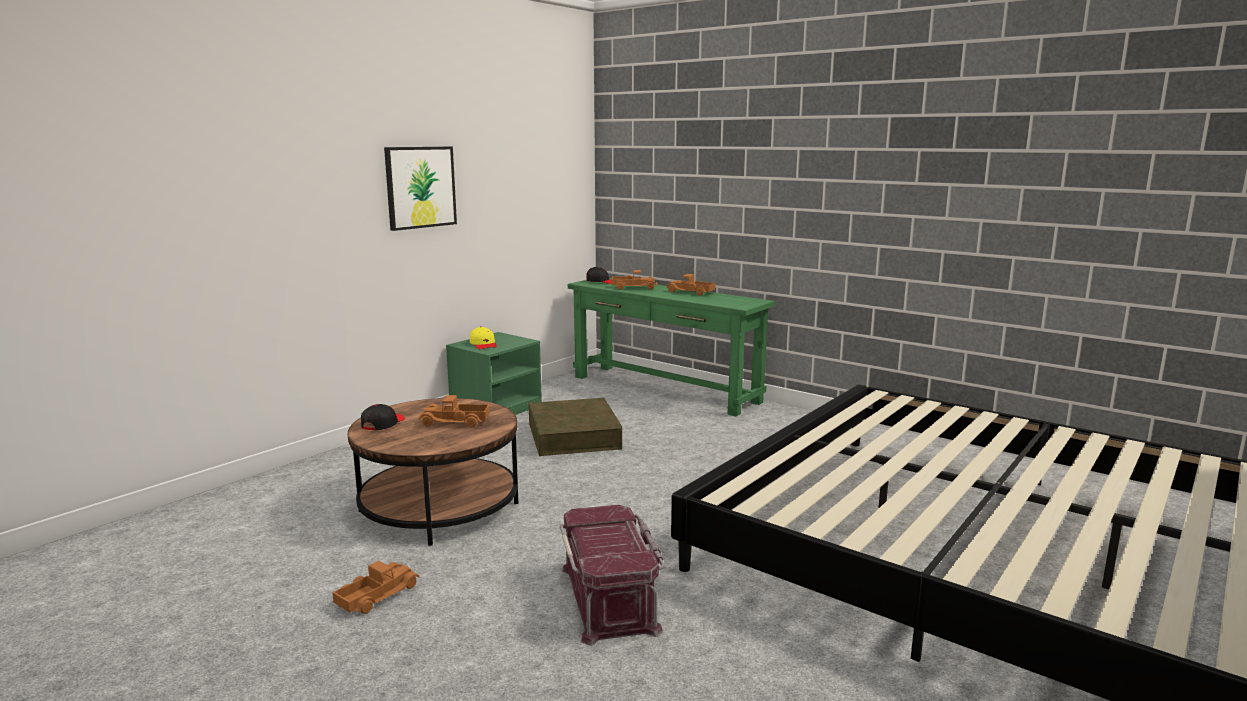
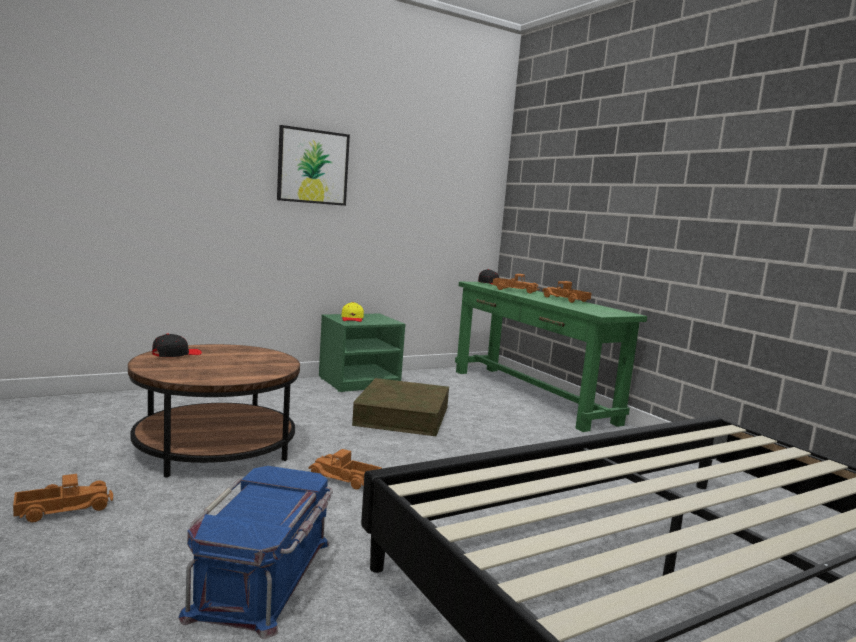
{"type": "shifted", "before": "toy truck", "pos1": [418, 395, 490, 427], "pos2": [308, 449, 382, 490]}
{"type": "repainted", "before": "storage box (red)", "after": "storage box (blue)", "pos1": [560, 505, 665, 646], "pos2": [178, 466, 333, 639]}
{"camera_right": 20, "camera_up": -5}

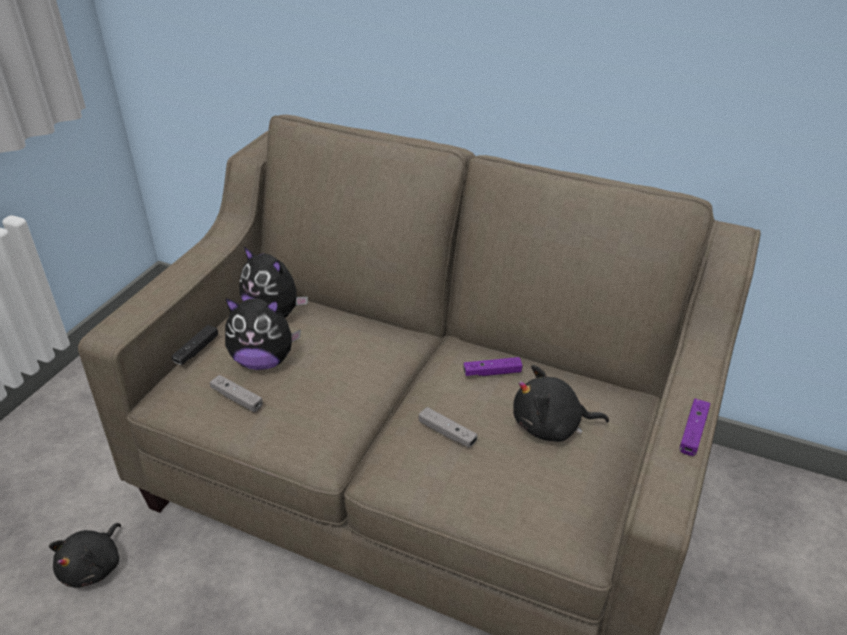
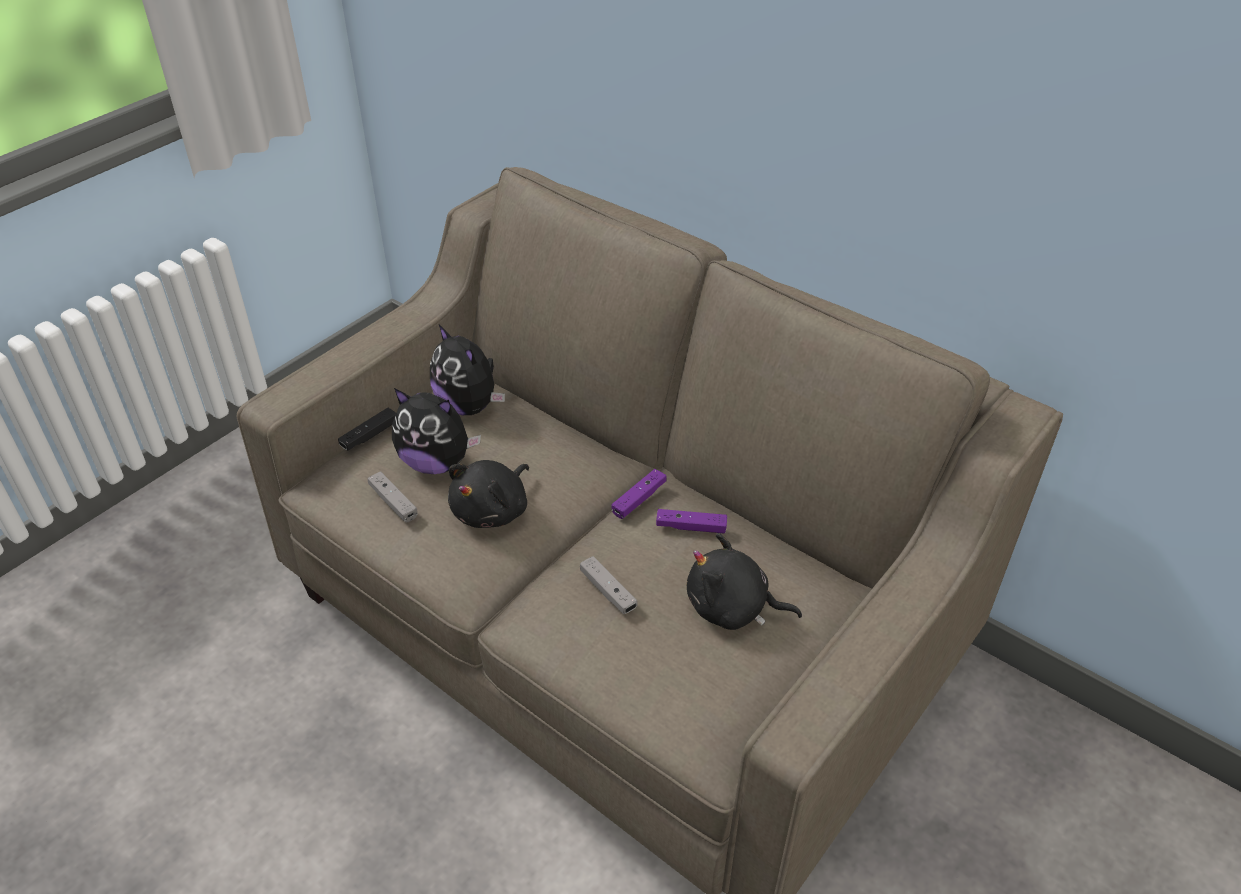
{"type": "shifted", "before": "plush toy (black)", "pos1": [49, 523, 121, 588], "pos2": [448, 460, 529, 528]}
{"type": "shifted", "before": "game controller (purple)", "pos1": [679, 399, 710, 456], "pos2": [612, 469, 667, 519]}
{"camera_right": 15, "camera_up": 5}

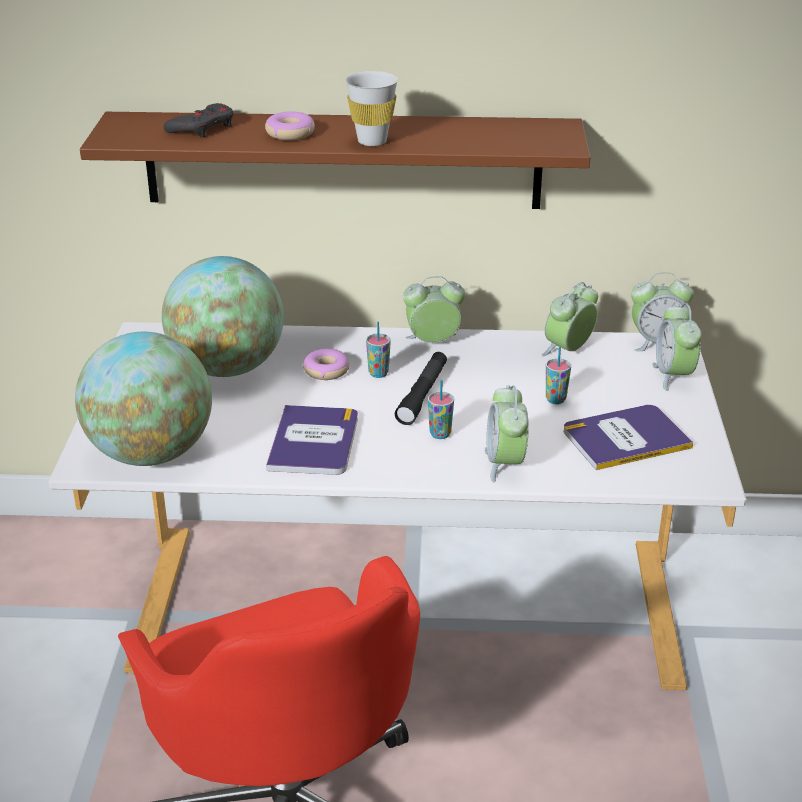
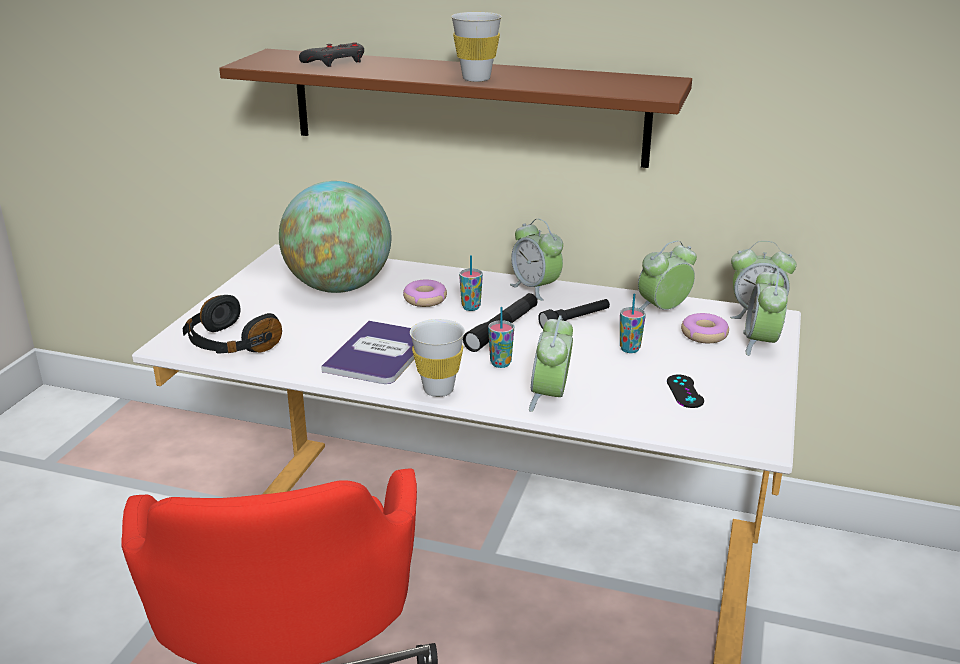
{"type": "new", "after": "cup (white)", "pos2": [410, 319, 465, 397]}
{"type": "new", "after": "flashlight (black)", "pos2": [538, 299, 610, 329]}
{"type": "shifted", "before": "donut", "pos1": [265, 111, 315, 140], "pos2": [681, 313, 729, 343]}
{"type": "swapped", "before": "globe", "after": "headphones (black)", "pos1": [75, 332, 212, 466], "pos2": [183, 295, 282, 354]}
{"type": "swapped", "before": "book", "after": "game controller (black)", "pos1": [564, 405, 693, 470], "pos2": [667, 375, 704, 408]}
{"type": "rotated", "before": "alarm clock", "pos1": [403, 276, 465, 343], "pos2": [510, 219, 563, 301], "turn": -135}
{"camera_right": 15, "camera_up": -5}

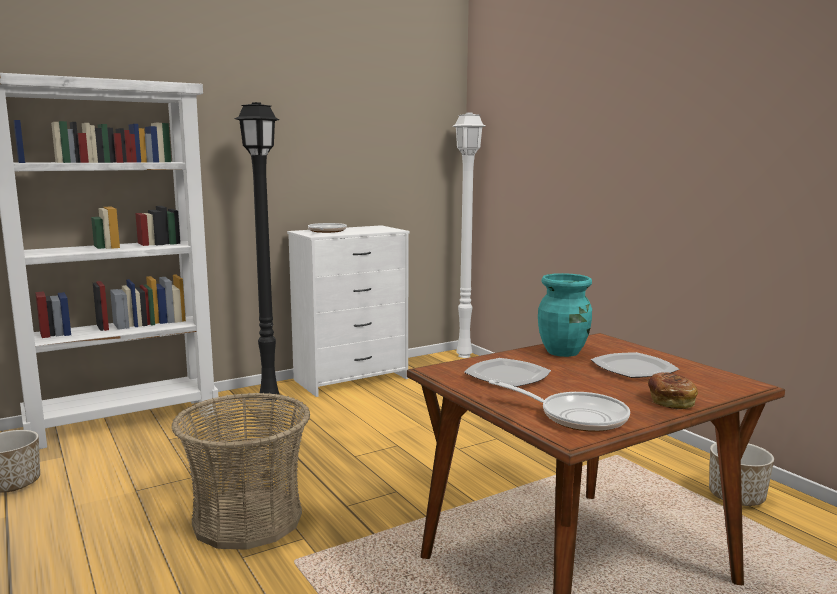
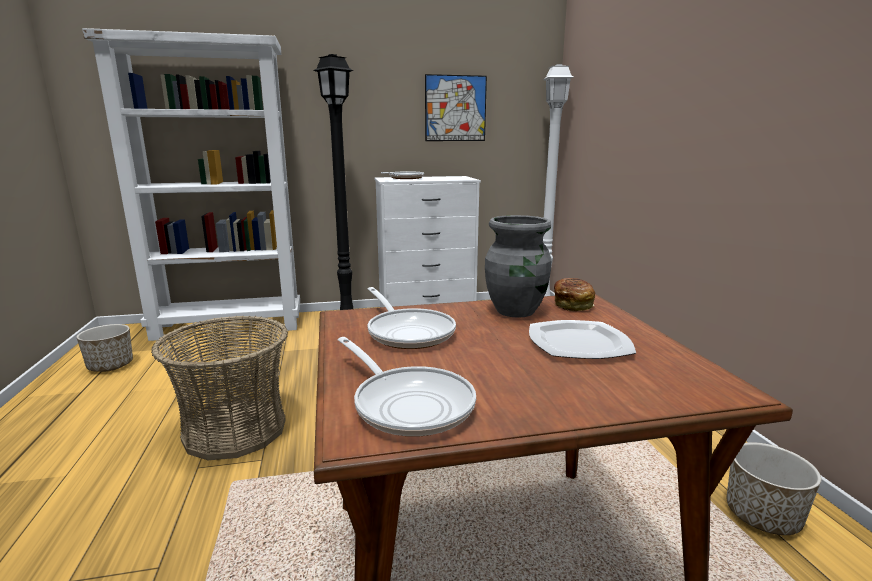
{"type": "new", "after": "picture", "pos2": [425, 74, 487, 141]}
{"type": "shifted", "before": "bread", "pos1": [648, 372, 698, 410], "pos2": [554, 278, 595, 311]}
{"type": "swapped", "before": "plate", "after": "frying pan", "pos1": [464, 358, 551, 387], "pos2": [367, 287, 456, 349]}
{"type": "repainted", "before": "vase (turquoise)", "after": "vase (grey)", "pos1": [538, 273, 592, 357], "pos2": [485, 215, 551, 318]}
{"camera_right": 20, "camera_up": 5}

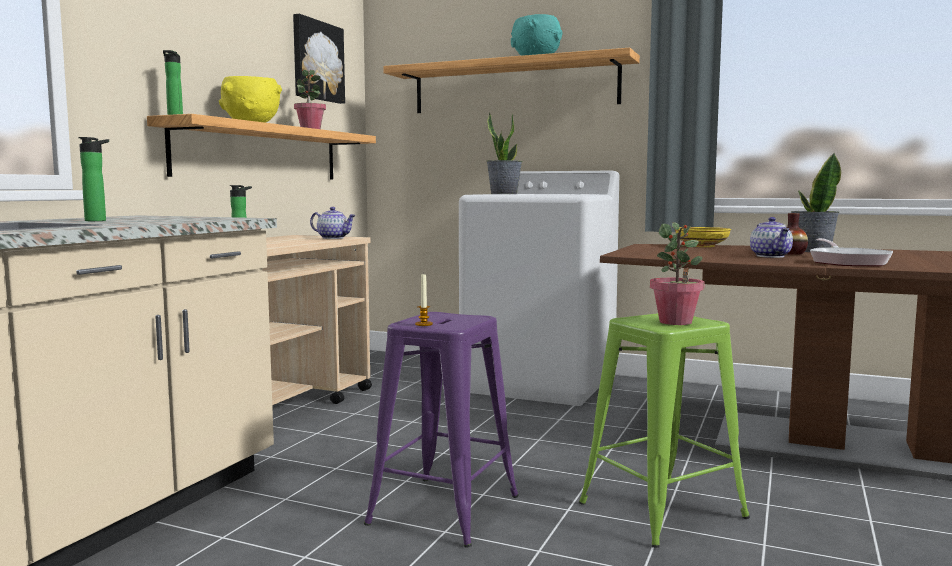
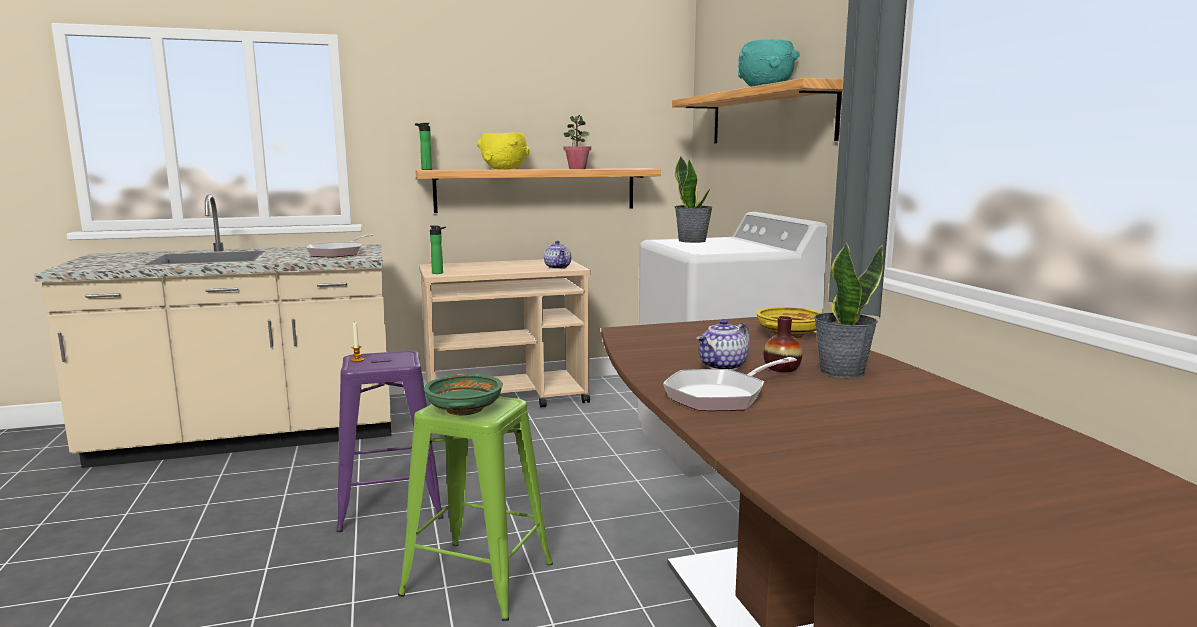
{"type": "gone", "before": "bottle", "pos1": [78, 137, 109, 221]}
{"type": "gone", "before": "picture", "pos1": [293, 14, 345, 104]}
{"type": "new", "after": "frying pan", "pos2": [306, 234, 373, 258]}
{"type": "swapped", "before": "potted plant", "after": "bowl (green)", "pos1": [650, 222, 705, 325], "pos2": [424, 374, 503, 415]}
{"camera_right": 50, "camera_up": 5}

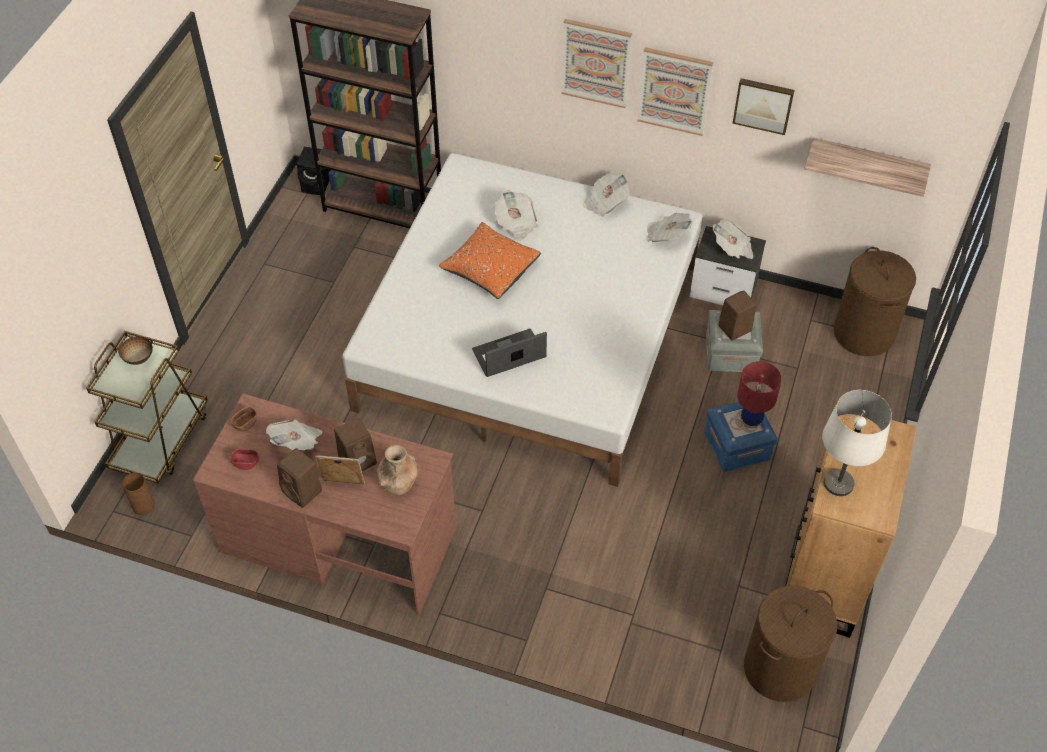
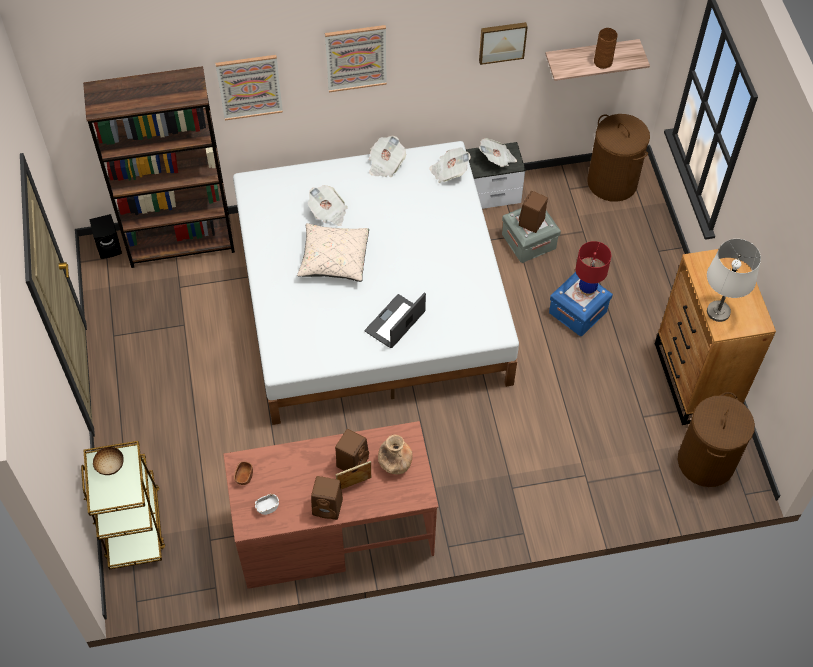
{"type": "gone", "before": "newspaper", "pos1": [266, 420, 323, 450]}
{"type": "shifted", "before": "vase (brown)", "pos1": [122, 473, 155, 515], "pos2": [594, 28, 617, 69]}
{"type": "shifted", "before": "picture", "pos1": [638, 47, 713, 136], "pos2": [215, 55, 283, 121]}
{"type": "repainted", "before": "bowl (red)", "after": "bowl (white)", "pos1": [230, 449, 259, 470], "pos2": [255, 494, 279, 515]}
{"type": "repainted", "before": "pillow (orange)", "after": "pillow (beige)", "pos1": [439, 222, 541, 299], "pos2": [297, 223, 369, 282]}
{"camera_right": -30, "camera_up": 5}

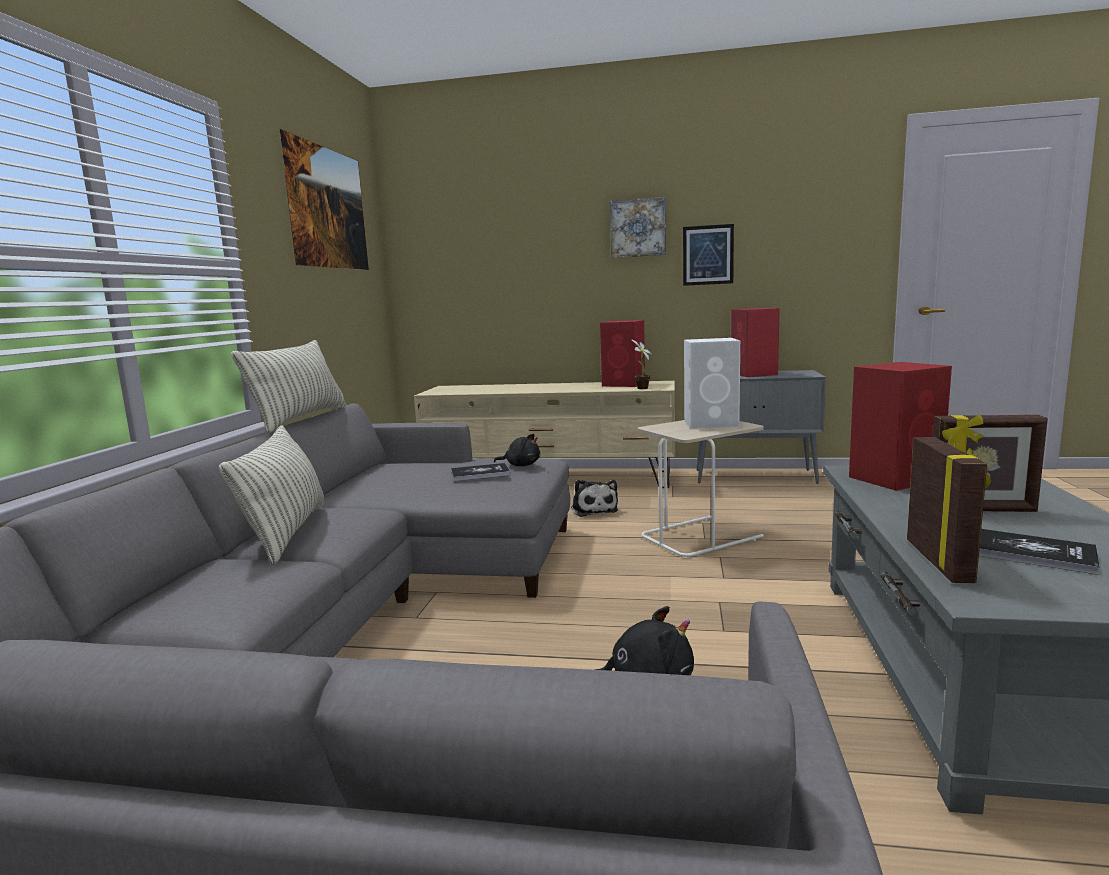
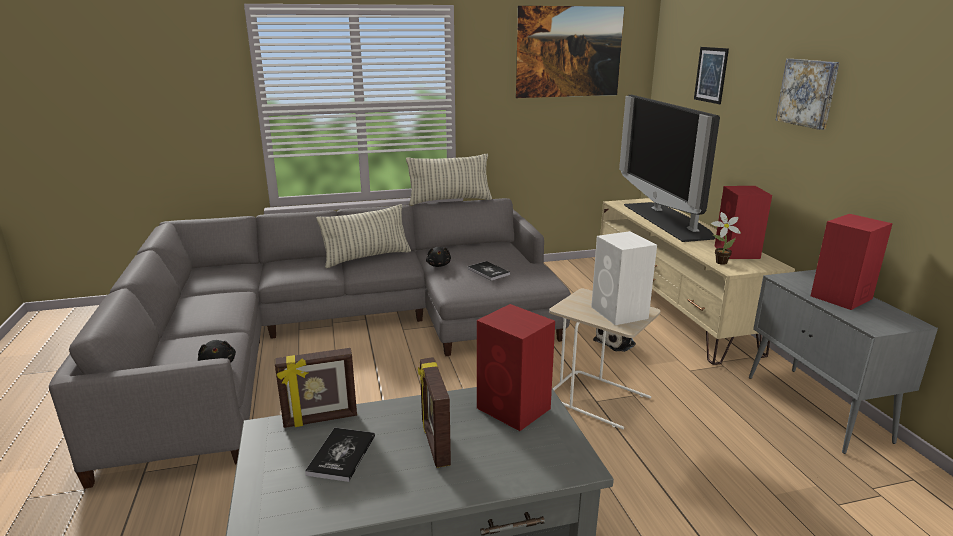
{"type": "new", "after": "television", "pos2": [619, 95, 720, 242]}
{"type": "shifted", "before": "plush toy (black)", "pos1": [494, 434, 540, 466], "pos2": [426, 247, 451, 267]}
{"type": "shifted", "before": "picture", "pos1": [683, 224, 734, 286], "pos2": [694, 47, 729, 104]}
{"camera_right": 65, "camera_up": 10}

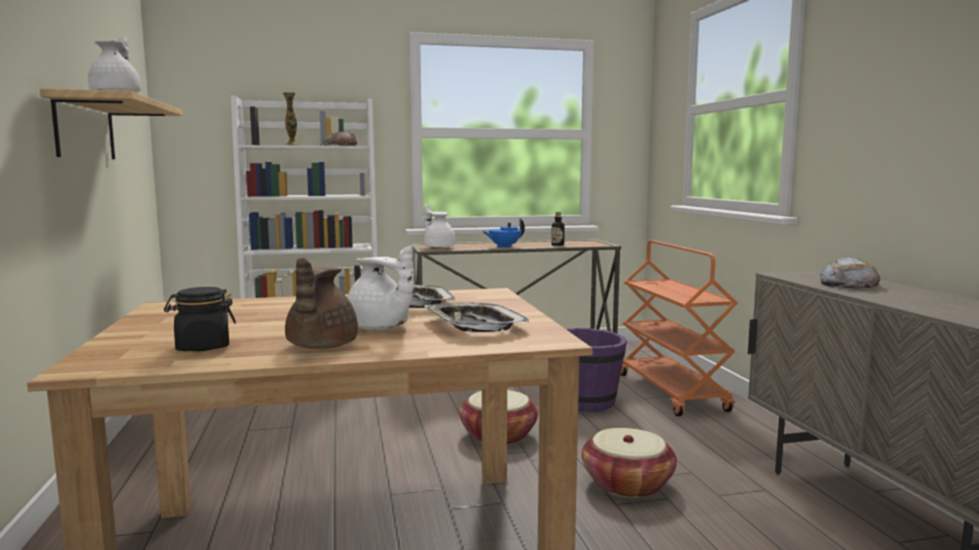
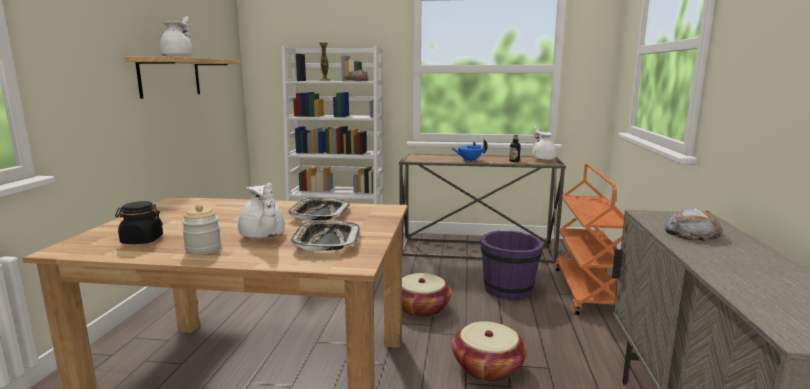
{"type": "shifted", "before": "teapot (white)", "pos1": [424, 204, 456, 249], "pos2": [532, 125, 557, 160]}
{"type": "swapped", "before": "teapot (brown)", "after": "jar", "pos1": [285, 257, 358, 349], "pos2": [181, 204, 221, 255]}
{"camera_right": 20, "camera_up": 5}

